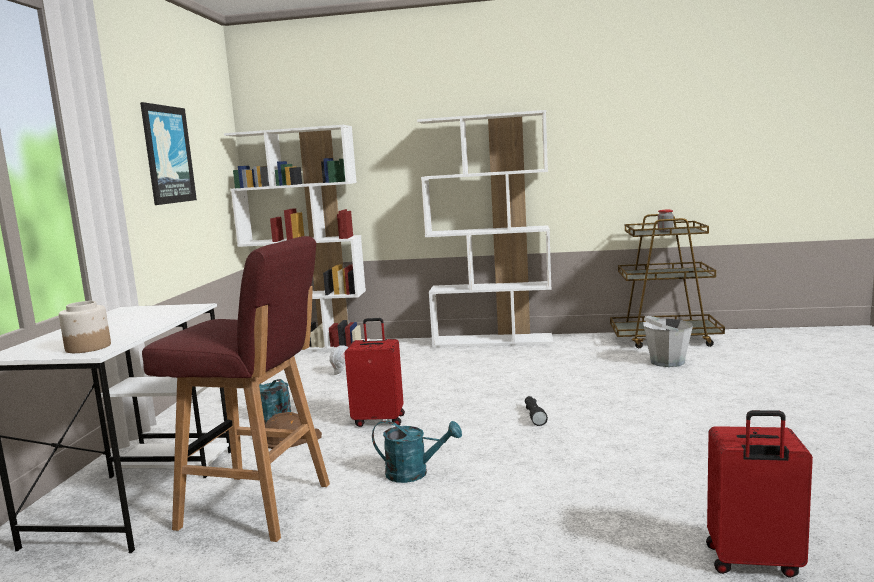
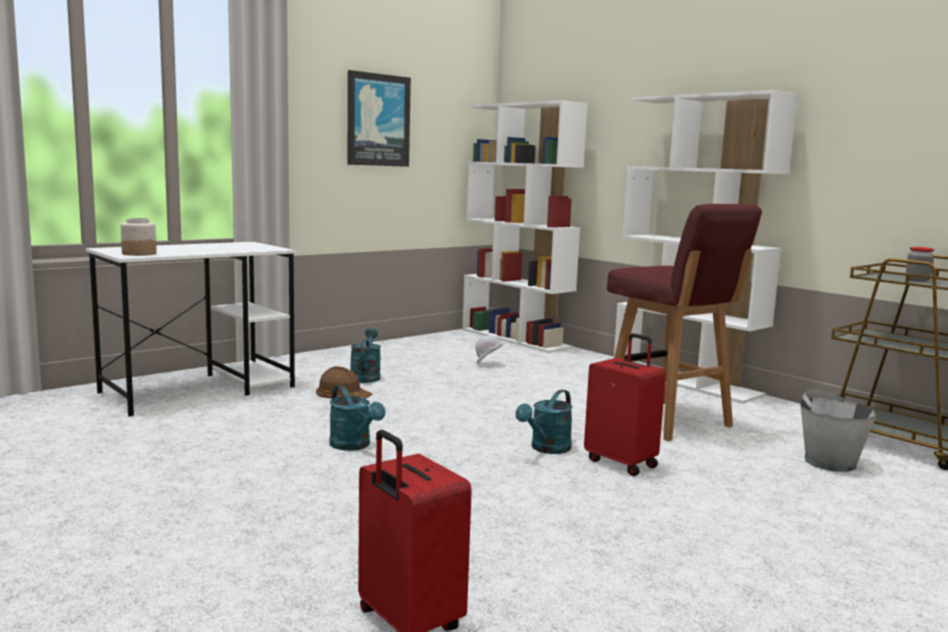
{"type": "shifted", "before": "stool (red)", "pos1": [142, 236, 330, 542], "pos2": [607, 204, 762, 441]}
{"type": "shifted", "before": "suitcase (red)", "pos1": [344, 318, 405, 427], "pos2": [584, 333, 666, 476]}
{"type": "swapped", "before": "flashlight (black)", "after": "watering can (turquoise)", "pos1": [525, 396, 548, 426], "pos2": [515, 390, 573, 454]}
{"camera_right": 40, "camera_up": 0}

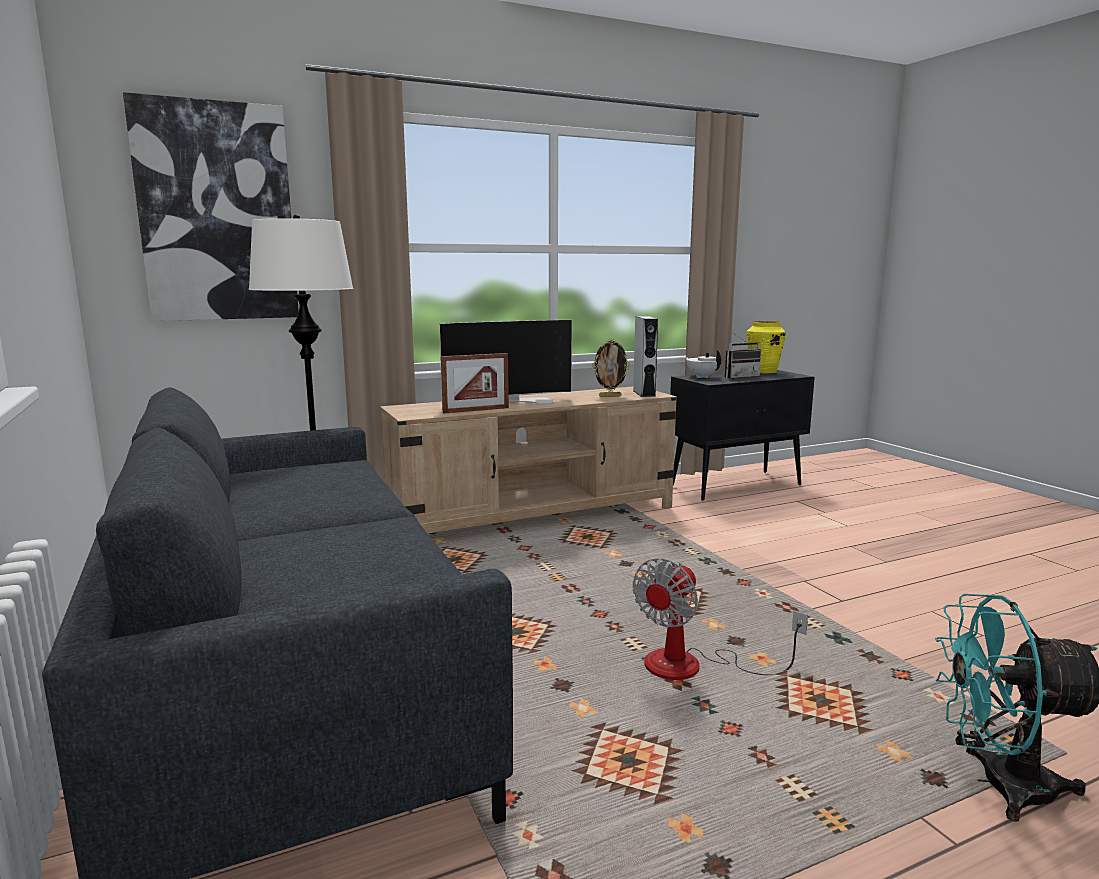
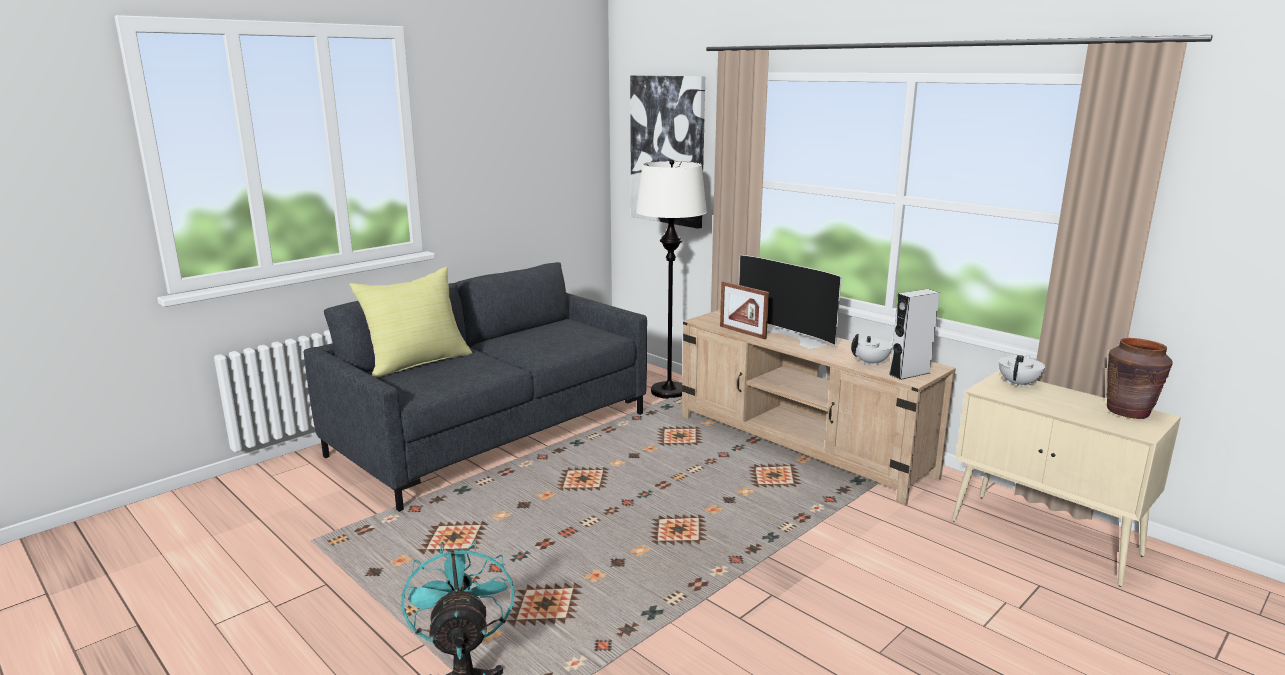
{"type": "gone", "before": "fan", "pos1": [633, 558, 808, 680]}
{"type": "gone", "before": "radio", "pos1": [725, 333, 761, 379]}
{"type": "new", "after": "pillow (yellow)", "pos2": [349, 267, 472, 378]}
{"type": "swapped", "before": "picture frame", "after": "teapot (white)", "pos1": [592, 339, 630, 397], "pos2": [851, 334, 893, 366]}
{"type": "repainted", "before": "cabinet (black)", "after": "cabinet (beige)", "pos1": [670, 370, 815, 501], "pos2": [952, 371, 1181, 587]}
{"type": "repainted", "before": "vase (yellow)", "after": "vase (brown)", "pos1": [747, 321, 786, 373], "pos2": [1107, 338, 1173, 419]}
{"camera_right": 70, "camera_up": 5}

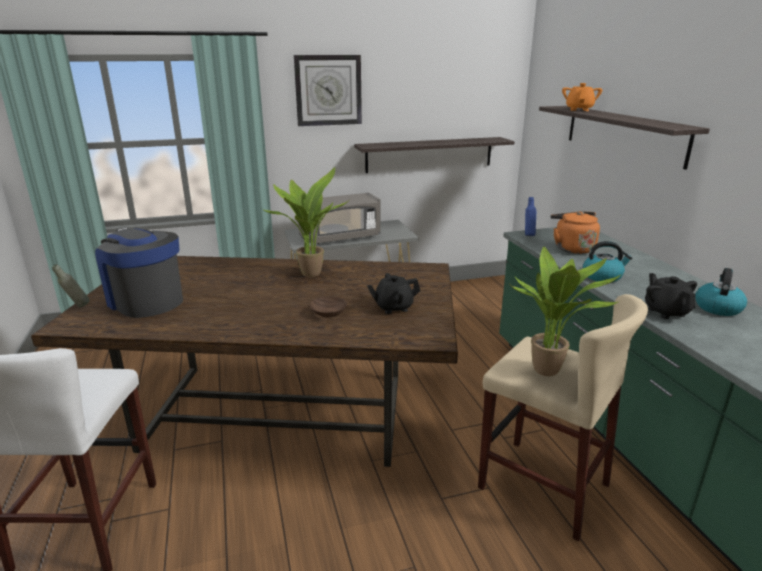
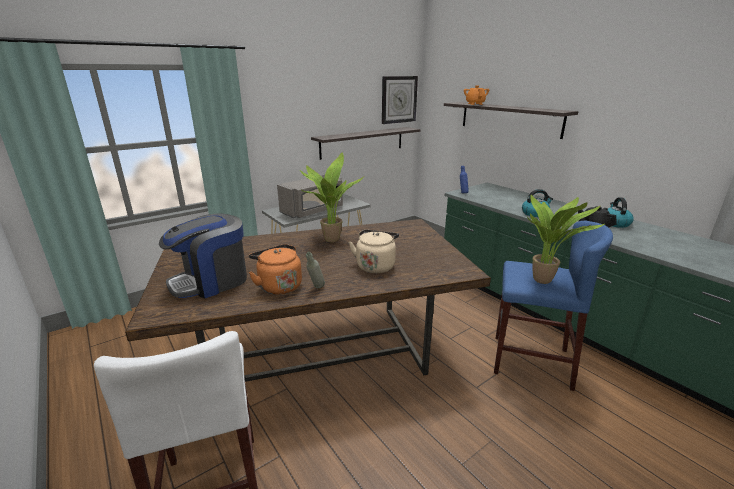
{"type": "gone", "before": "teapot (black)", "pos1": [367, 273, 420, 314]}
{"type": "shifted", "before": "bottle (grey)", "pos1": [52, 264, 89, 307], "pos2": [306, 252, 325, 288]}
{"type": "shifted", "before": "wall clock", "pos1": [294, 55, 362, 126], "pos2": [382, 76, 418, 124]}
{"type": "shifted", "before": "kettle (orange)", "pos1": [551, 211, 600, 254], "pos2": [249, 244, 302, 295]}
{"type": "swapped", "before": "bowl (brown)", "after": "kettle (beige)", "pos1": [310, 296, 347, 318], "pos2": [349, 230, 399, 273]}
{"type": "repainted", "before": "stool (beige)", "after": "stool (blue)", "pos1": [478, 294, 648, 541], "pos2": [494, 221, 613, 391]}
{"type": "rotated", "before": "coffee machine", "pos1": [95, 227, 183, 318], "pos2": [159, 214, 247, 298], "turn": -60}
{"camera_right": -20, "camera_up": 0}

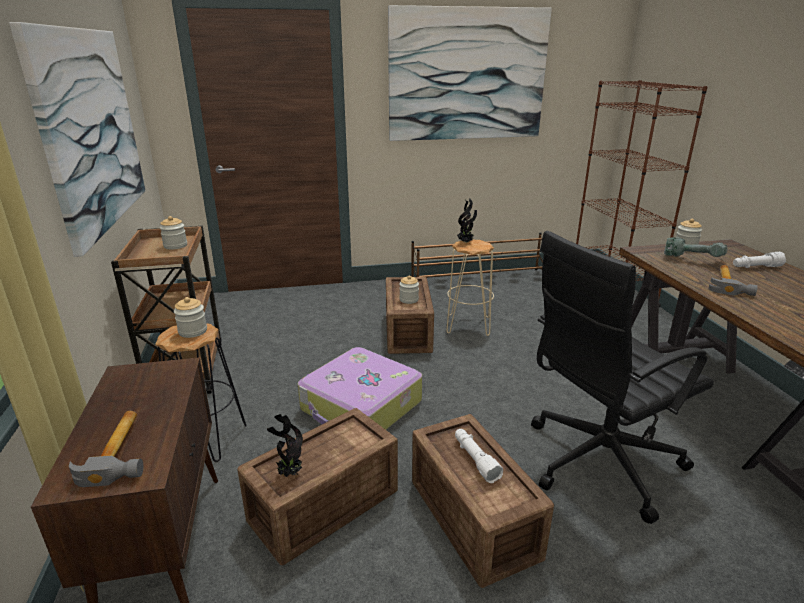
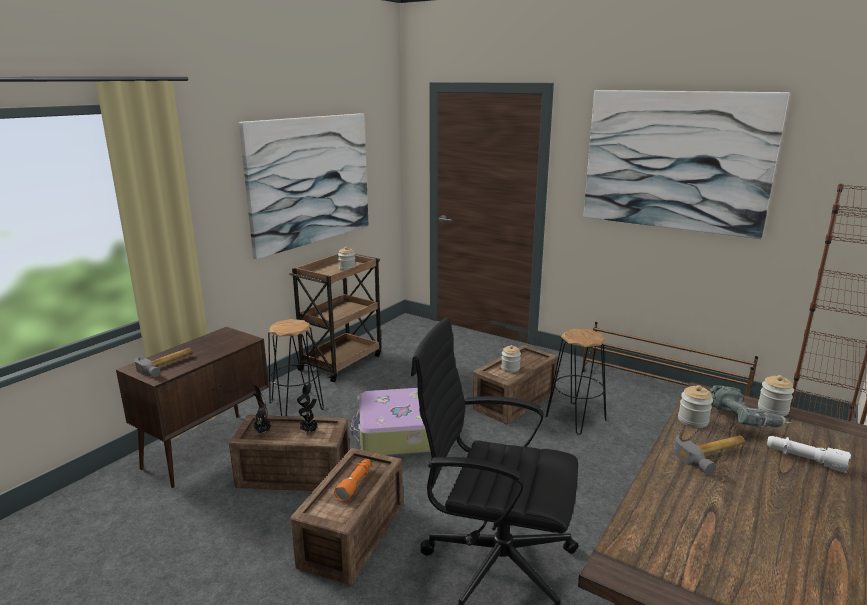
{"type": "shifted", "before": "jar", "pos1": [174, 297, 207, 338], "pos2": [678, 385, 713, 428]}
{"type": "shifted", "before": "potted plant", "pos1": [457, 199, 477, 243], "pos2": [297, 382, 318, 432]}
{"type": "repainted", "before": "stool (beige)", "after": "stool (black)", "pos1": [446, 240, 494, 336], "pos2": [546, 328, 606, 435]}
{"type": "repainted", "before": "flashlight (white)", "after": "flashlight (orange)", "pos1": [455, 429, 503, 483], "pos2": [334, 459, 371, 502]}
{"camera_right": 45, "camera_up": -5}

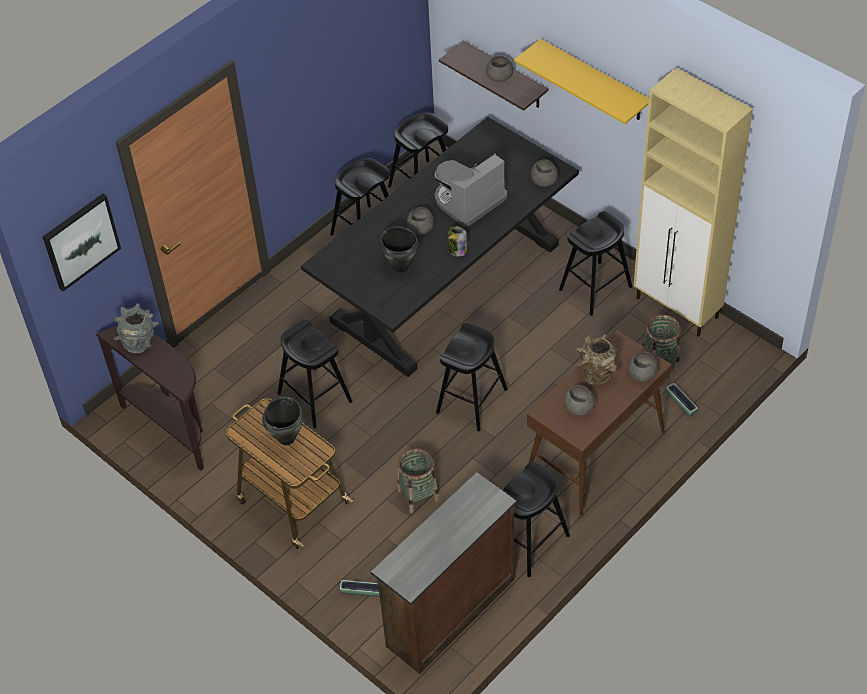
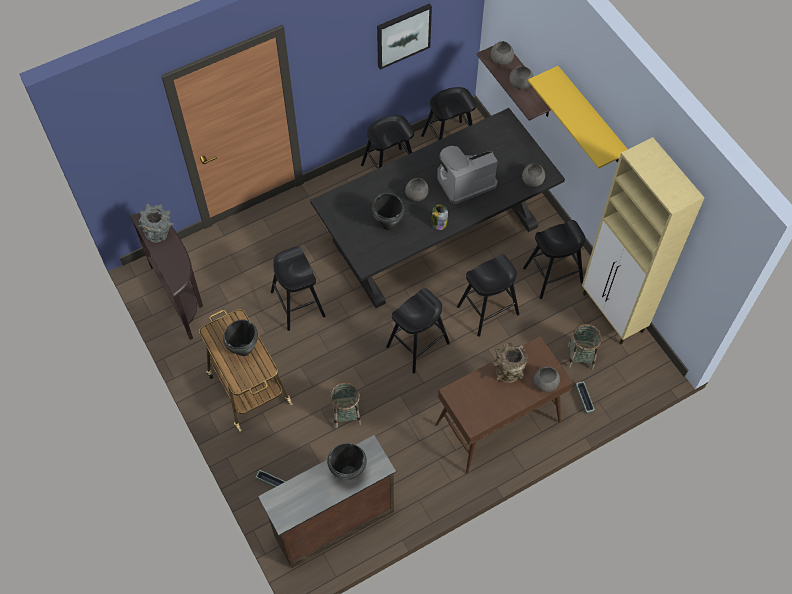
{"type": "new", "after": "cooking pot (black)", "pos2": [327, 443, 367, 480]}
{"type": "shifted", "before": "picture", "pos1": [43, 194, 121, 292], "pos2": [377, 3, 432, 70]}
{"type": "shifted", "before": "stool (black)", "pos1": [502, 462, 570, 577], "pos2": [457, 254, 519, 337]}
{"type": "shifted", "before": "bowl (grey)", "pos1": [564, 385, 595, 416], "pos2": [491, 41, 514, 65]}
{"camera_right": 15, "camera_up": 10}

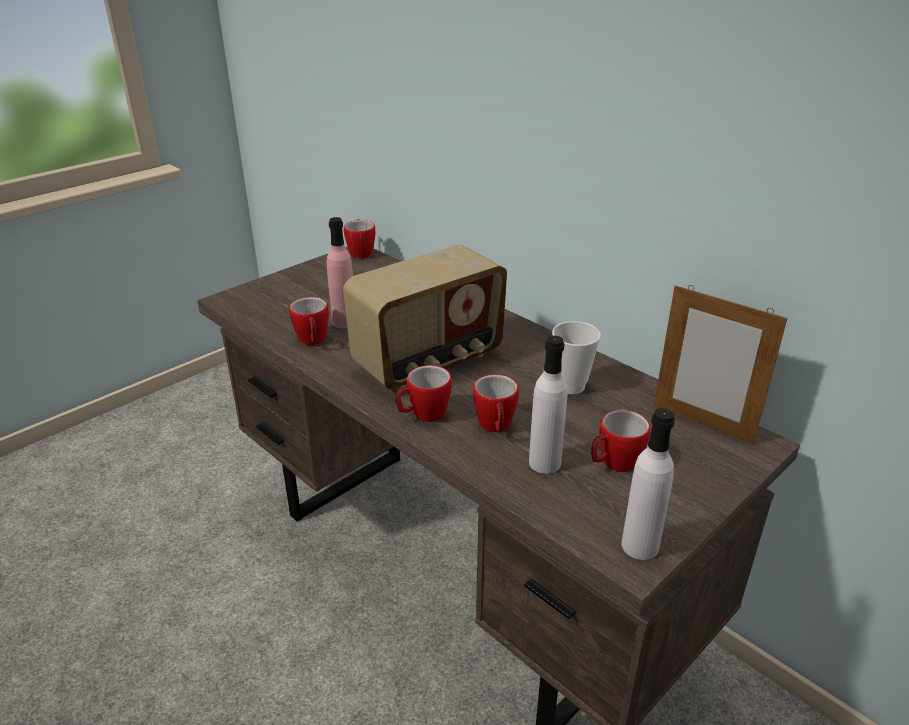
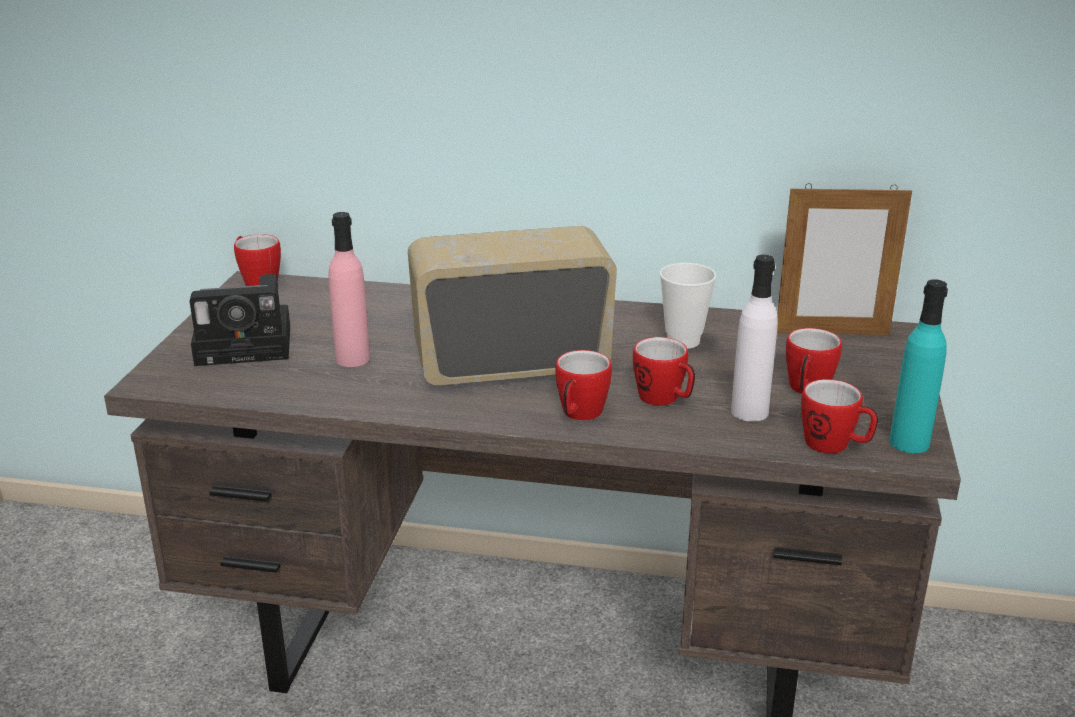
{"type": "new", "after": "photo camera", "pos2": [190, 274, 290, 366]}
{"type": "shifted", "before": "mug", "pos1": [289, 297, 329, 345], "pos2": [801, 379, 878, 454]}
{"type": "repainted", "before": "bottle (white)", "after": "bottle (turquoise)", "pos1": [621, 408, 675, 560], "pos2": [889, 279, 948, 453]}
{"type": "rotated", "before": "radio", "pos1": [343, 245, 507, 389], "pos2": [408, 226, 617, 386], "turn": -120}
{"camera_right": -35, "camera_up": -5}

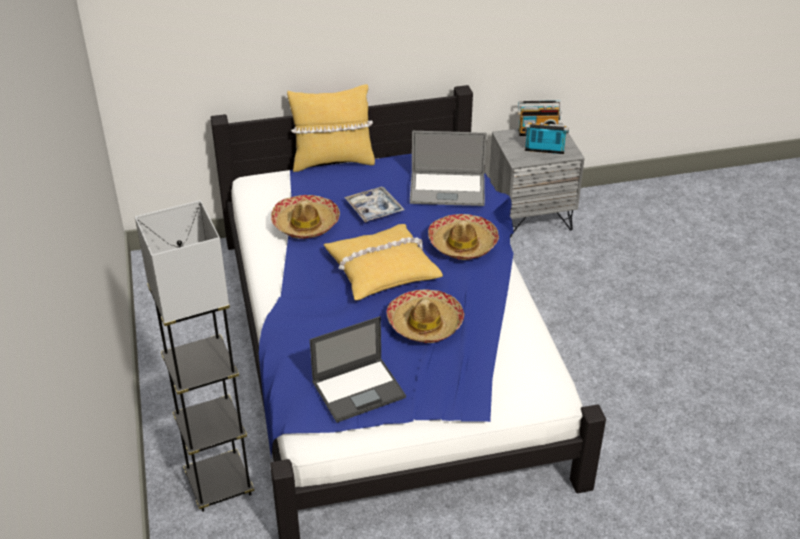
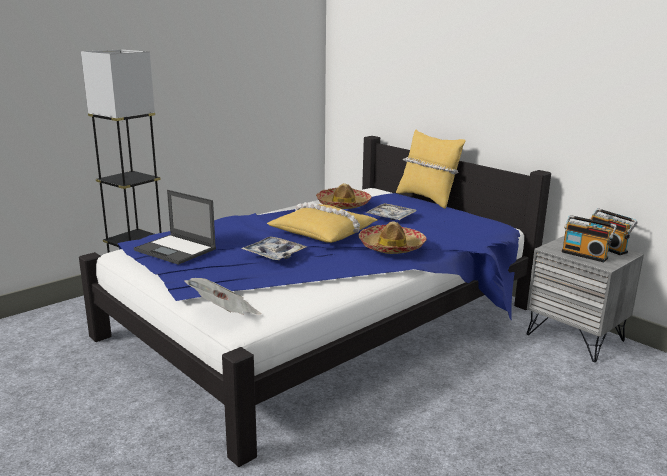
{"type": "gone", "before": "laptop", "pos1": [410, 131, 487, 206]}
{"type": "new", "after": "newspaper", "pos2": [184, 278, 262, 315]}
{"type": "swapped", "before": "hat", "after": "tray", "pos1": [387, 289, 465, 343], "pos2": [241, 236, 307, 261]}
{"type": "rotated", "before": "radio", "pos1": [524, 122, 569, 154], "pos2": [561, 215, 617, 262], "turn": 150}
{"camera_right": 60, "camera_up": -20}

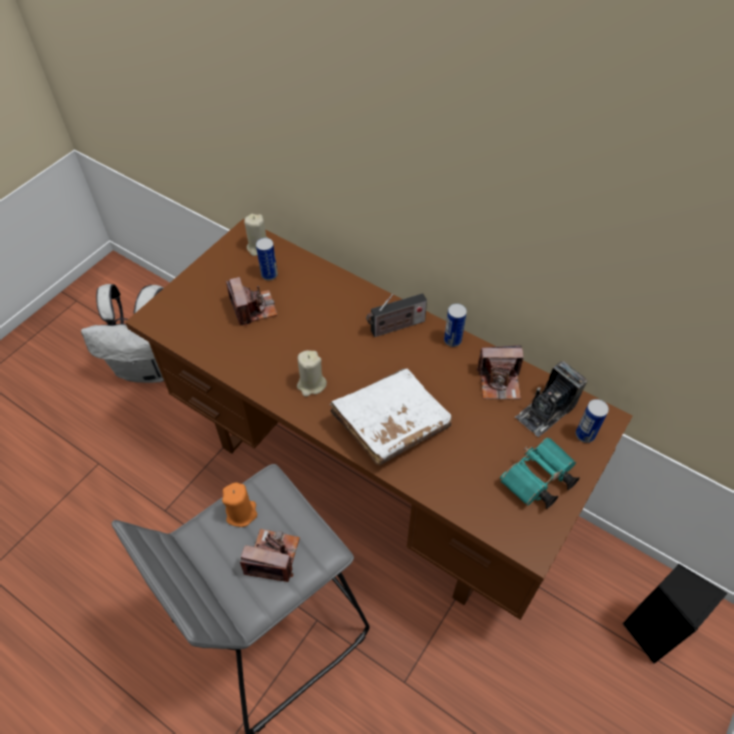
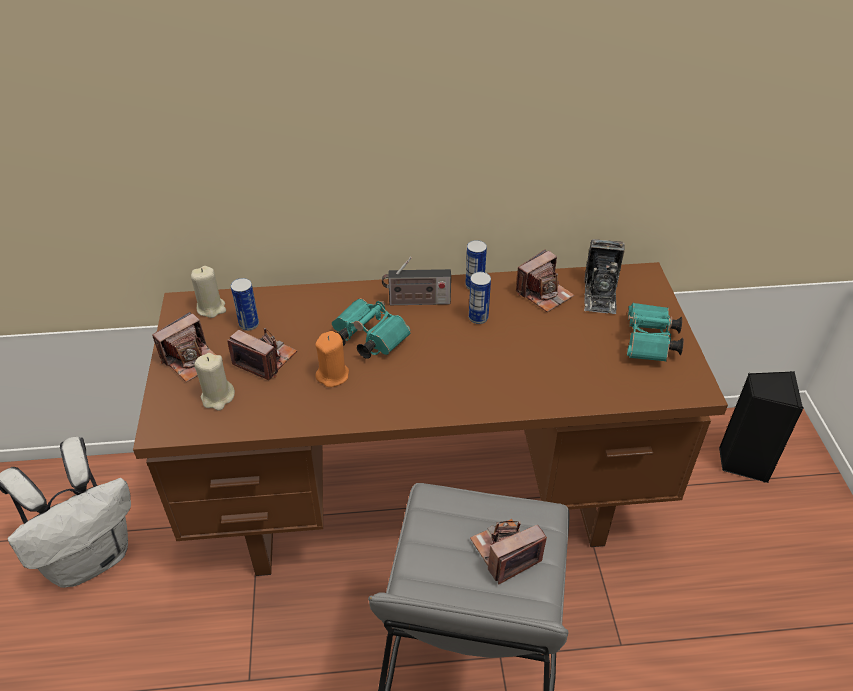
{"type": "gone", "before": "book (white)", "pos1": [330, 368, 452, 466]}
{"type": "new", "after": "photo camera", "pos2": [152, 312, 223, 382]}
{"type": "new", "after": "binoculars (turquoise)", "pos2": [332, 298, 411, 359]}
{"type": "shifted", "before": "candle (orange)", "pos1": [222, 483, 257, 527], "pos2": [315, 331, 349, 387]}
{"type": "shifted", "before": "candle (beige)", "pos1": [297, 350, 327, 397], "pos2": [194, 353, 235, 410]}
{"type": "shifted", "before": "can", "pos1": [576, 399, 609, 443], "pos2": [469, 272, 491, 324]}
{"type": "rotated", "before": "radio", "pos1": [366, 293, 427, 337], "pos2": [382, 257, 451, 305], "turn": 60}
{"camera_right": -40, "camera_up": -10}

